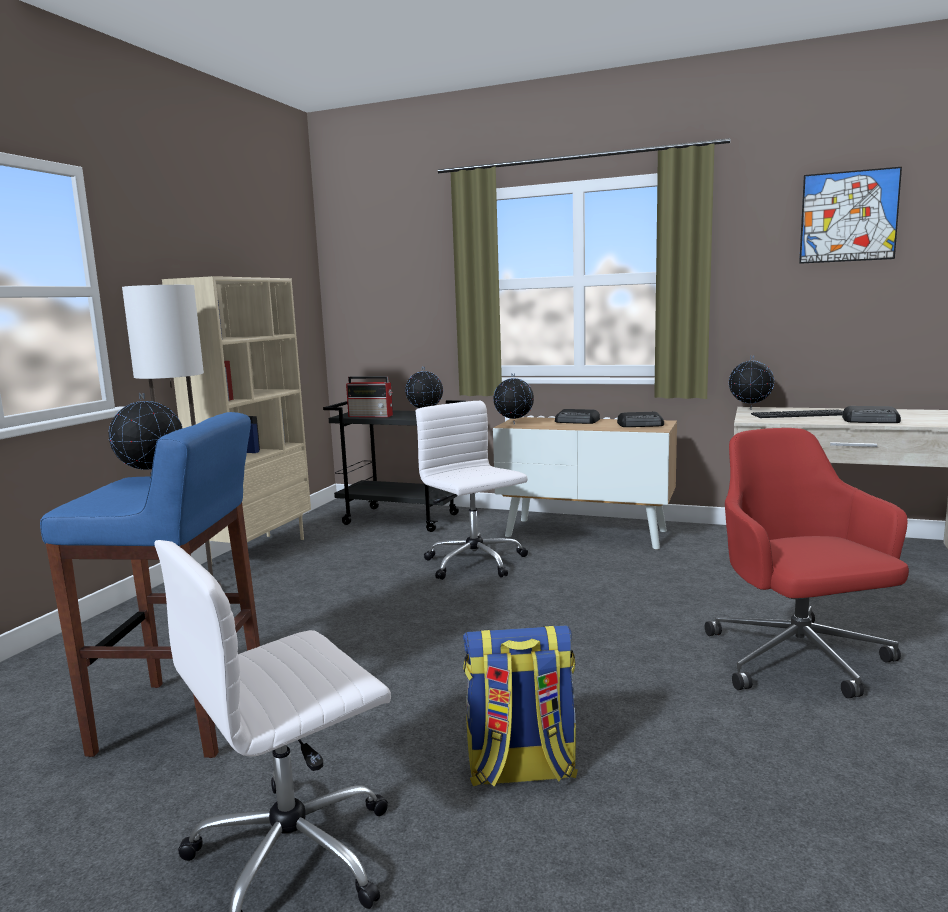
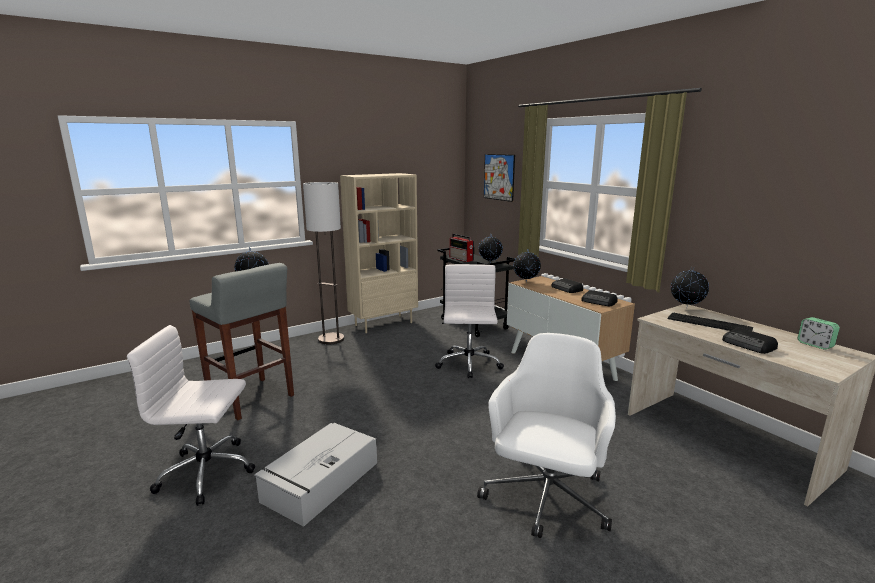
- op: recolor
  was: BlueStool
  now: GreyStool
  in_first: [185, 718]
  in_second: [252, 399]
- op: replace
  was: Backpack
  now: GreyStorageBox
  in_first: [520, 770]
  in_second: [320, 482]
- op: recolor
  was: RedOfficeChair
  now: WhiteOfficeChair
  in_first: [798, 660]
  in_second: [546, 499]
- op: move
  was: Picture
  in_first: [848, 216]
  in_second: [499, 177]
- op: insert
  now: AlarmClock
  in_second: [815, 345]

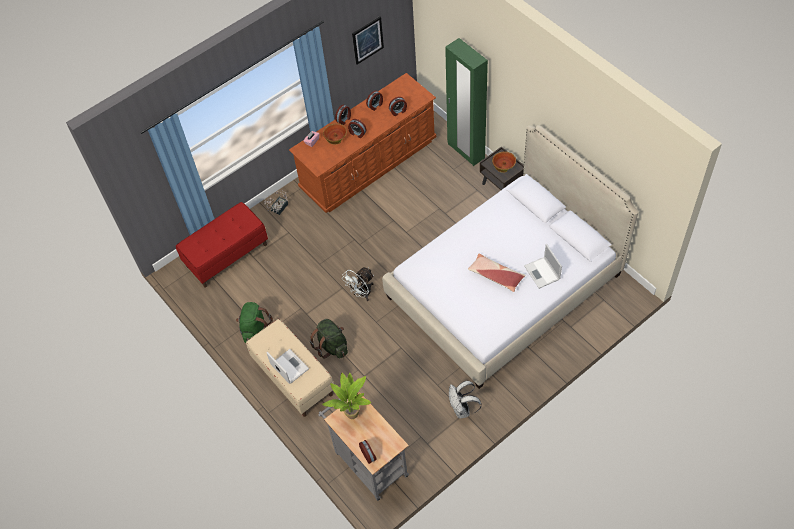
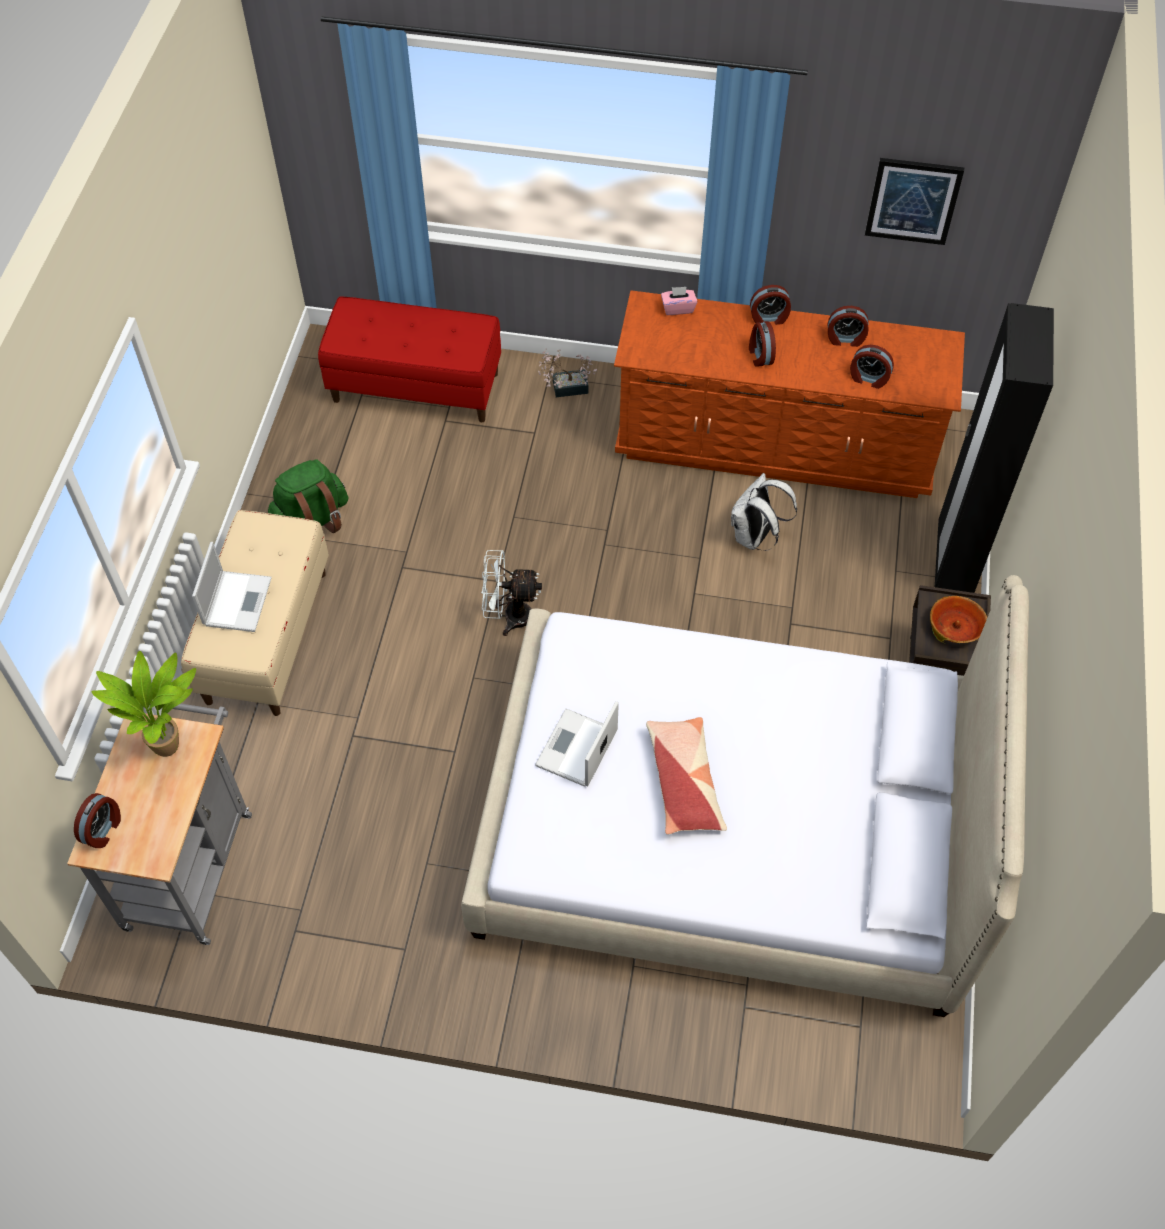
- op: delete
  was: GreenBackpack
  in_first: [332, 346]
- op: delete
  was: Bowl
  in_first: [335, 136]
- op: recolor
  was: GreenWardrobe
  now: BlackWardrobe
  in_first: [465, 151]
  in_second: [953, 562]
- op: move
  was: WhiteBackpack
  in_first: [462, 409]
  in_second: [755, 537]
- op: move
  was: Laptop
  in_first: [542, 273]
  in_second: [576, 750]

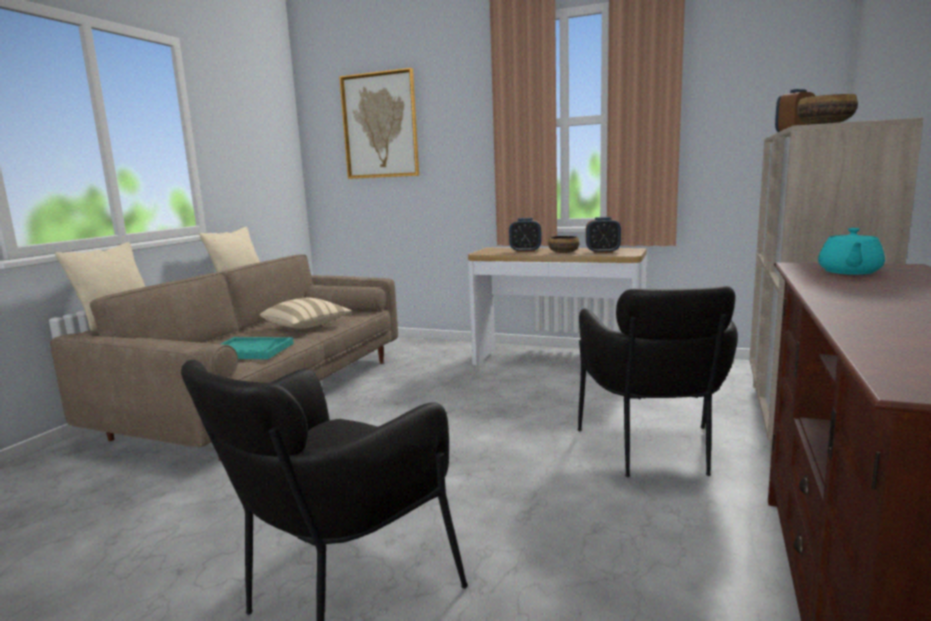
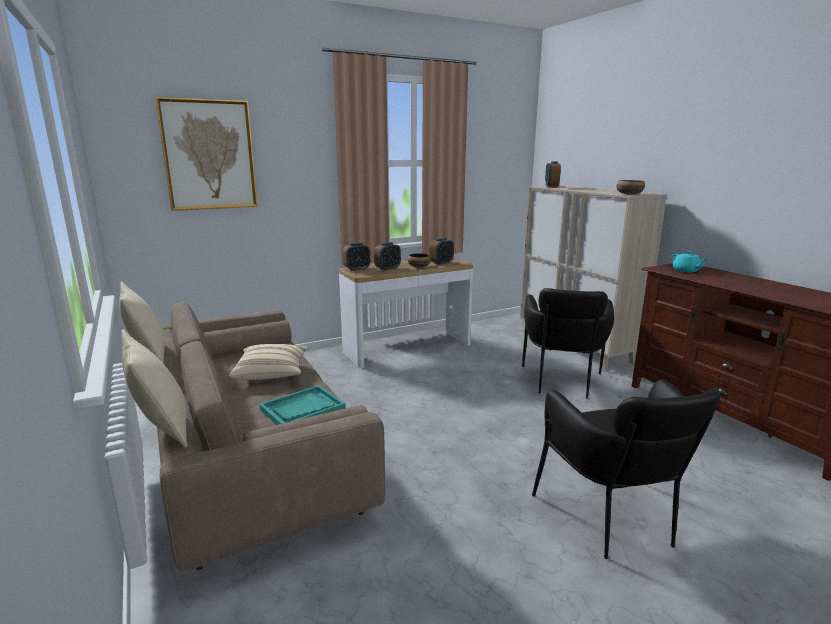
- op: rotate
  was: BlackArmchair
  in_first: [654, 453]
  in_second: [562, 383]
  clockwise: 60
- op: insert
  now: AlarmClock
  in_second: [357, 269]

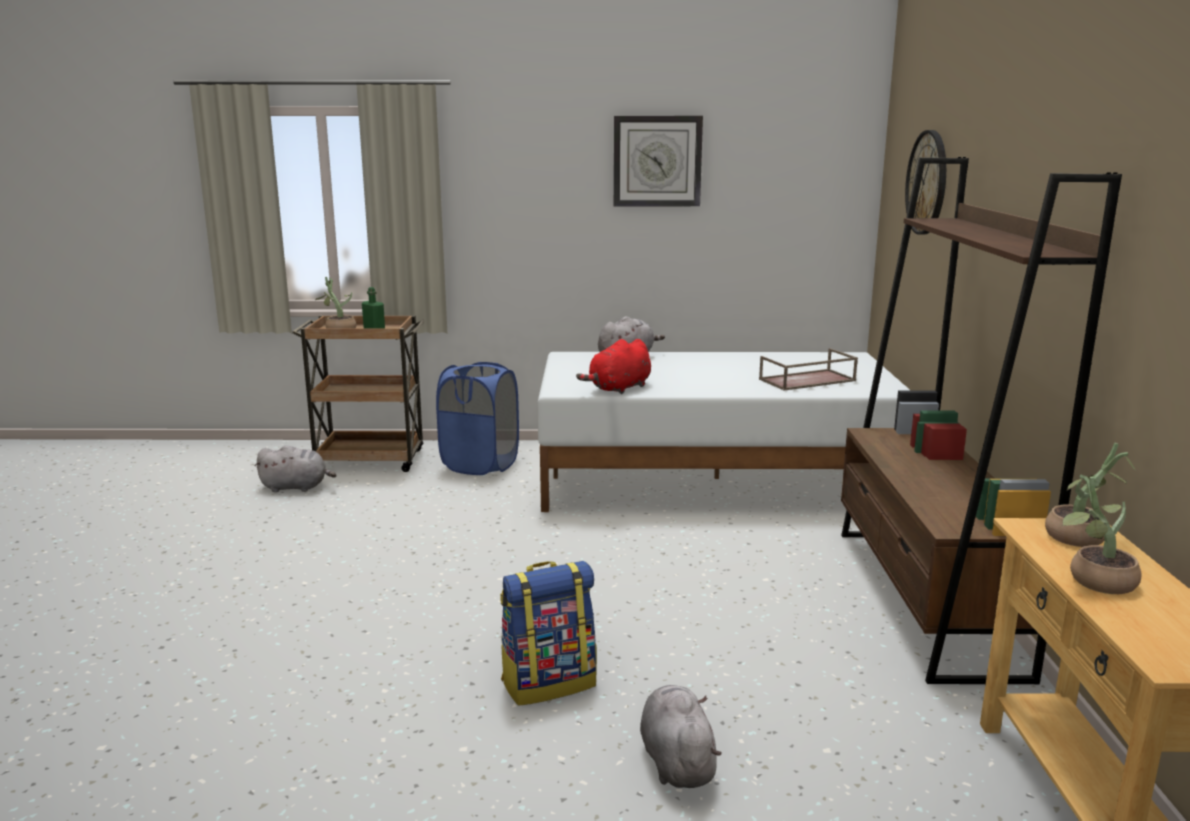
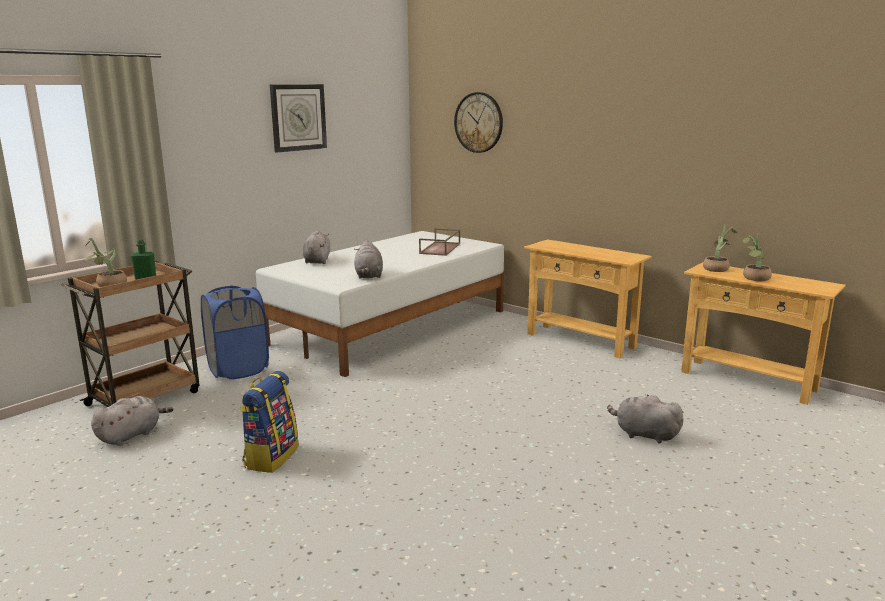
- op: move
  was: Backpack
  in_first: [549, 683]
  in_second: [271, 457]
- op: recolor
  was: RedPlushToy
  now: GreyPlushToy
  in_first: [618, 388]
  in_second: [369, 276]
- op: replace
  was: BrownBookcase
  now: BeigeConsoleTable
  in_first: [925, 599]
  in_second: [580, 340]

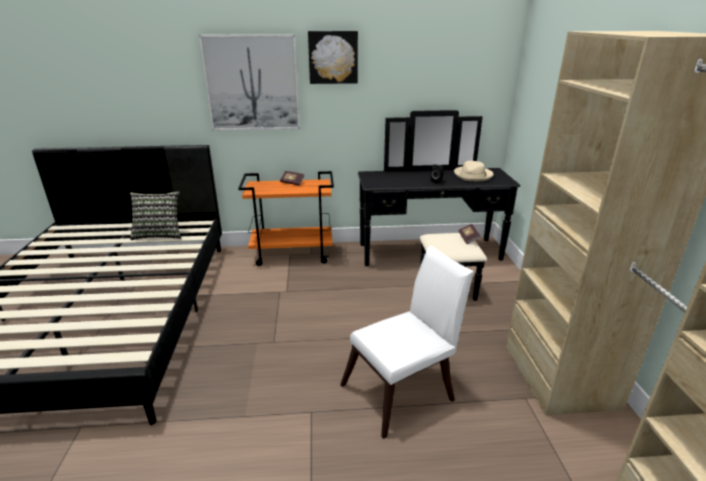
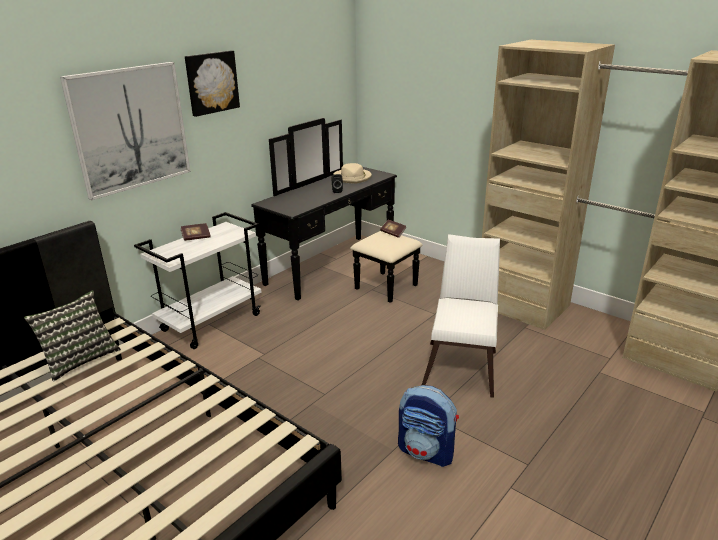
- op: recolor
  was: OrangeCart
  now: WhiteCart
  in_first: [293, 254]
  in_second: [212, 322]
- op: insert
  now: Backpack
  in_second: [427, 451]

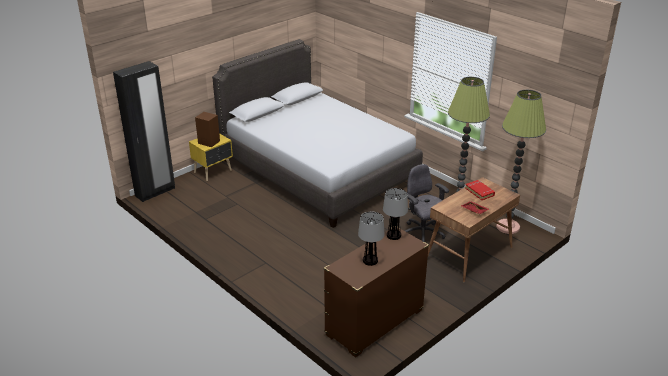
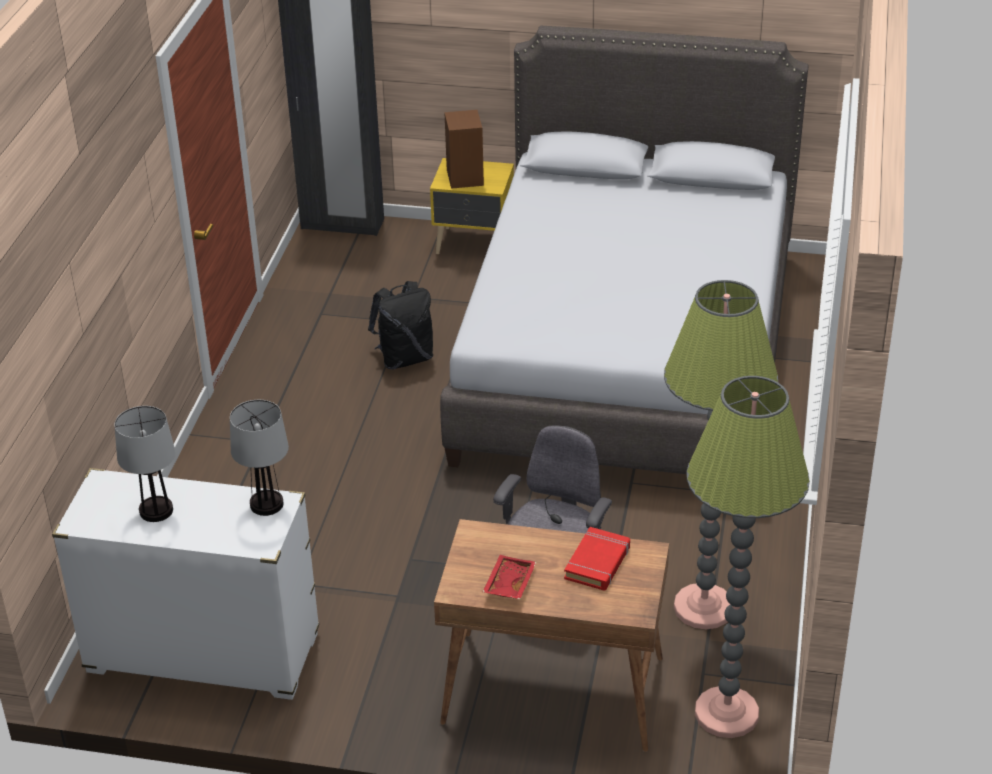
- op: recolor
  was: BrownDresser
  now: WhiteDresser
  in_first: [374, 323]
  in_second: [202, 654]
- op: insert
  now: BlackBackpack
  in_second: [405, 358]

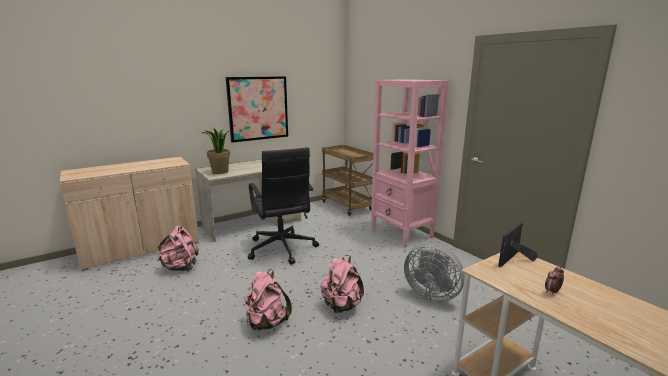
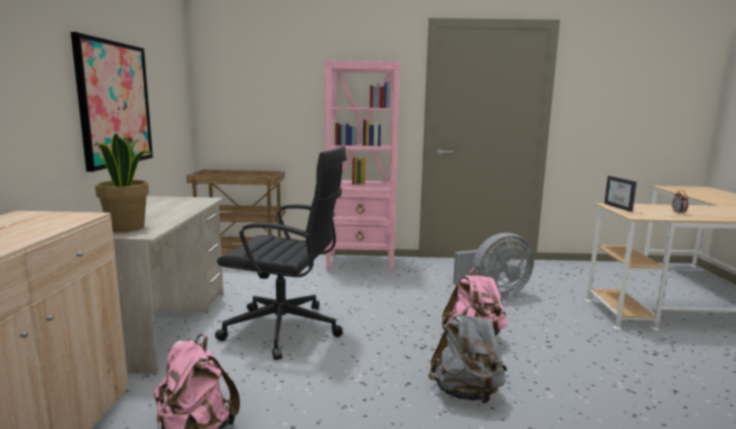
- op: recolor
  was: PinkBackpack
  now: GreyBackpack
  in_first: [267, 323]
  in_second: [466, 393]

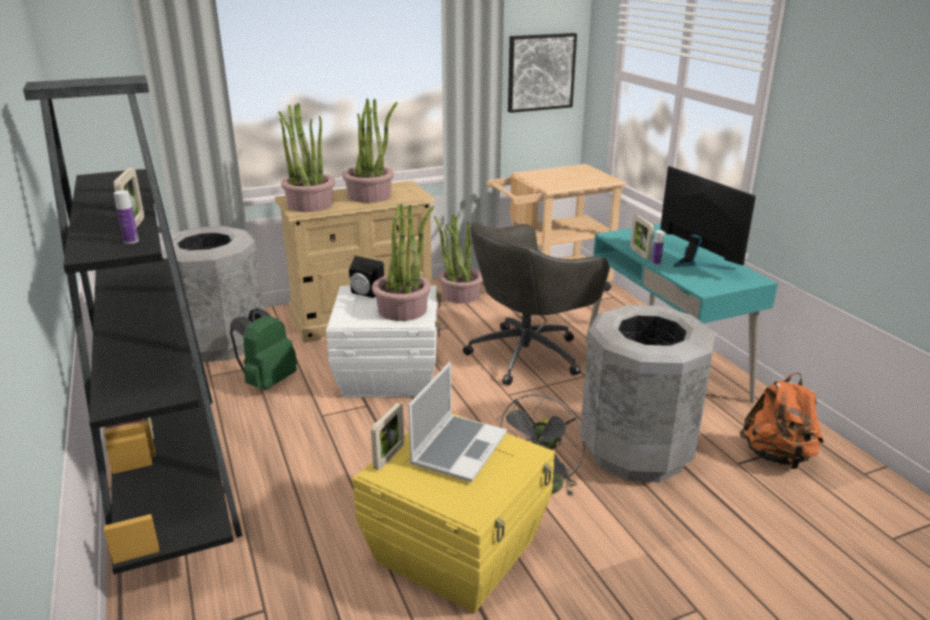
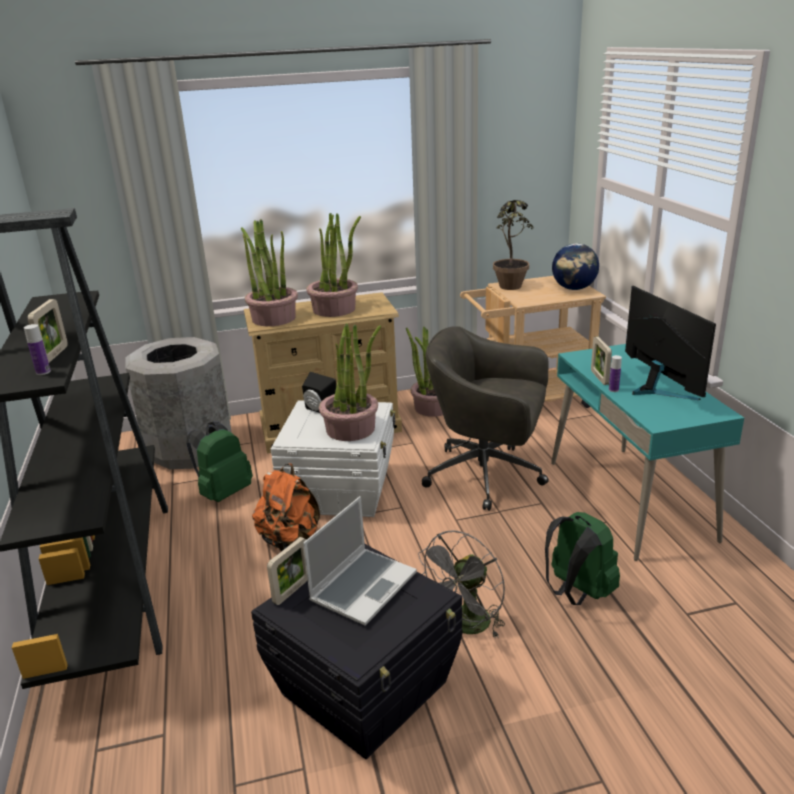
- op: recolor
  was: YellowStorageBox
  now: BlackStorageBox
  in_first: [458, 549]
  in_second: [366, 687]
- op: rotate
  was: GreyOfficeChair
  in_first: [528, 354]
  in_second: [487, 476]
  clockwise: 45
- op: delete
  was: Picture
  in_first: [540, 72]
- op: replace
  was: GreyTrashCan
  now: GreenBackpack
  in_first: [636, 452]
  in_second: [577, 592]
- op: move
  was: OrangeBackpack
  in_first: [777, 456]
  in_second: [289, 540]
- op: insert
  now: PottedPlant
  in_second: [510, 289]
- op: insert
  now: Globe
  in_second: [574, 289]

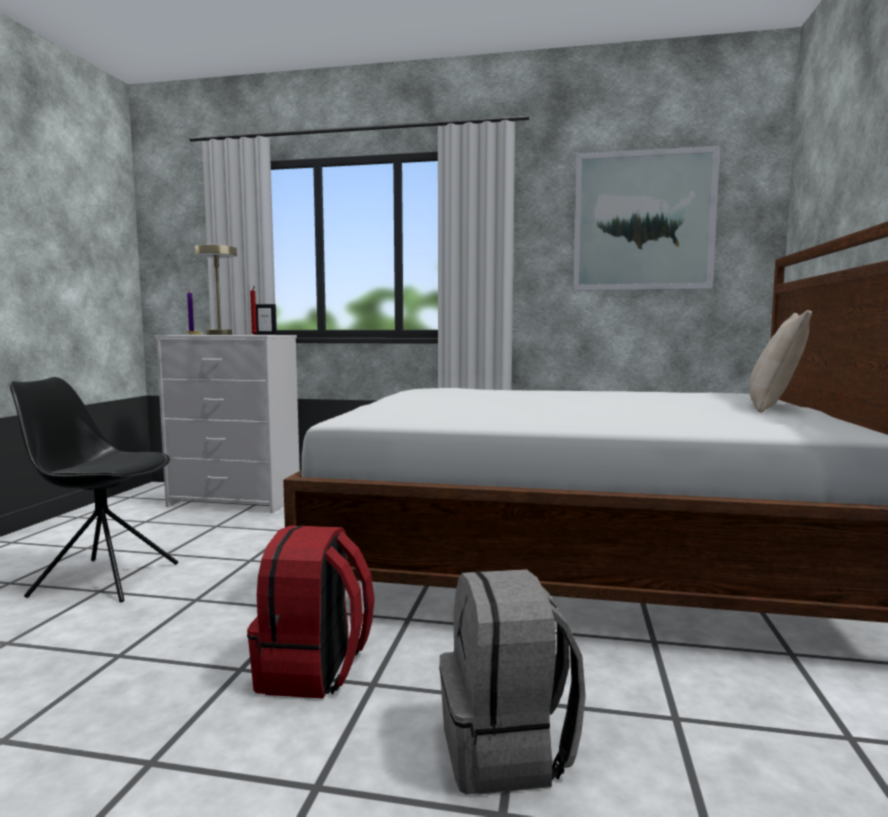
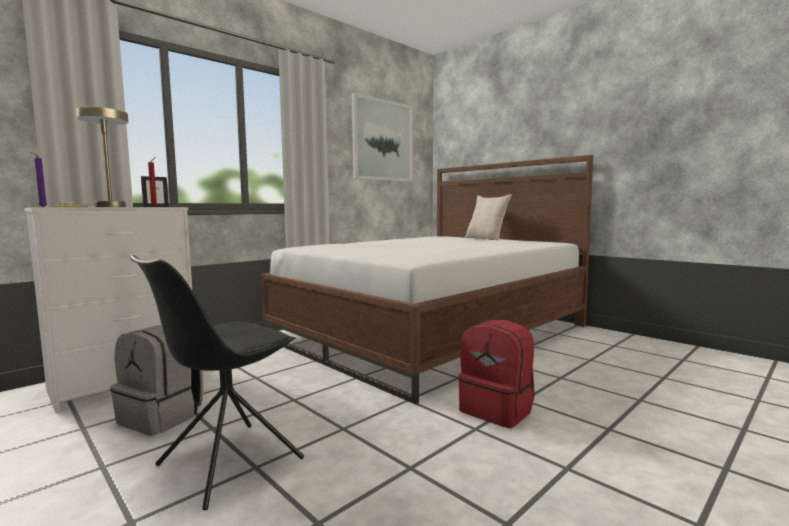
- op: move
  was: GreyBackpack
  in_first: [507, 751]
  in_second: [162, 417]

